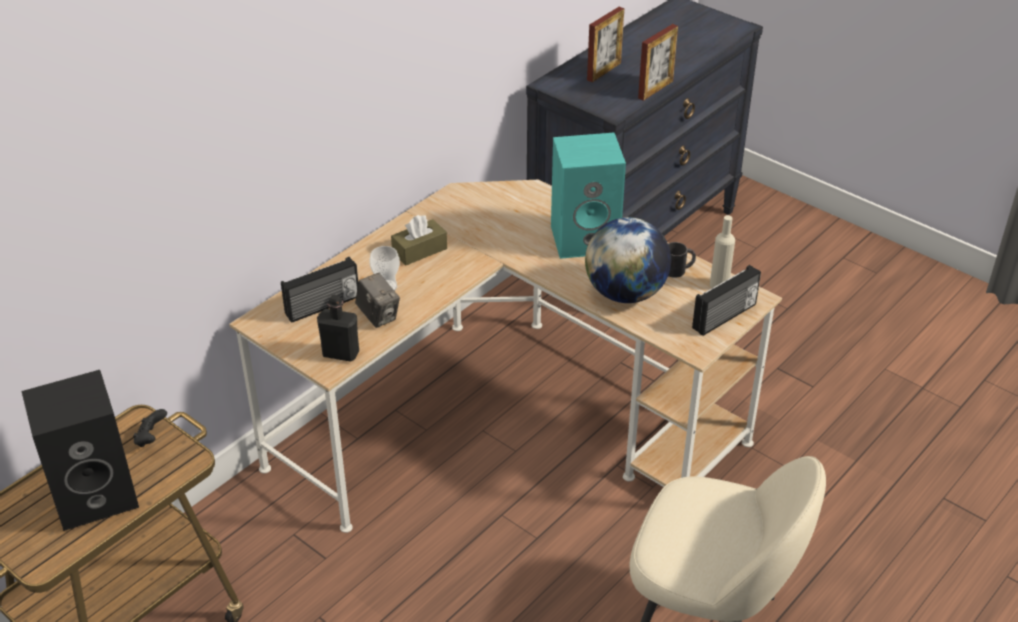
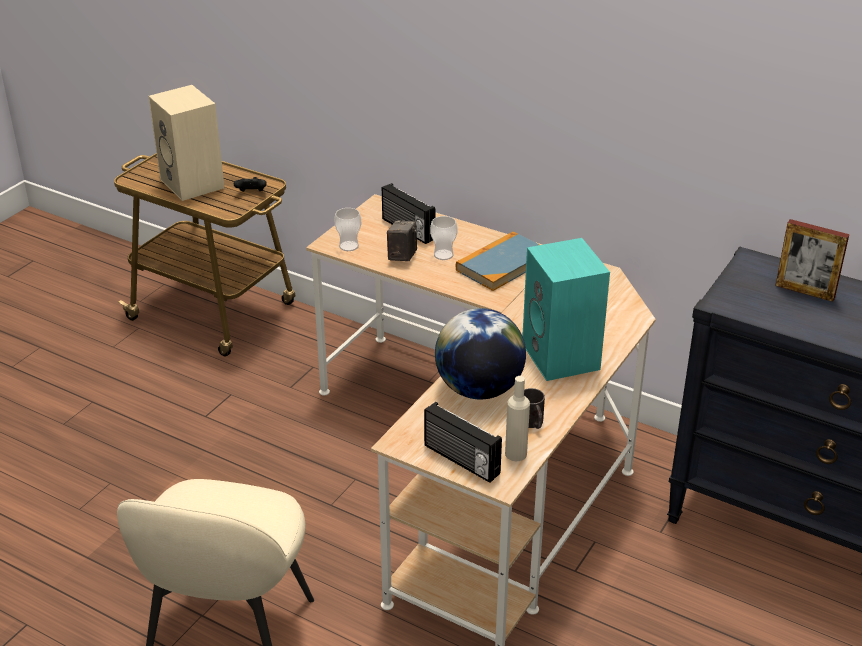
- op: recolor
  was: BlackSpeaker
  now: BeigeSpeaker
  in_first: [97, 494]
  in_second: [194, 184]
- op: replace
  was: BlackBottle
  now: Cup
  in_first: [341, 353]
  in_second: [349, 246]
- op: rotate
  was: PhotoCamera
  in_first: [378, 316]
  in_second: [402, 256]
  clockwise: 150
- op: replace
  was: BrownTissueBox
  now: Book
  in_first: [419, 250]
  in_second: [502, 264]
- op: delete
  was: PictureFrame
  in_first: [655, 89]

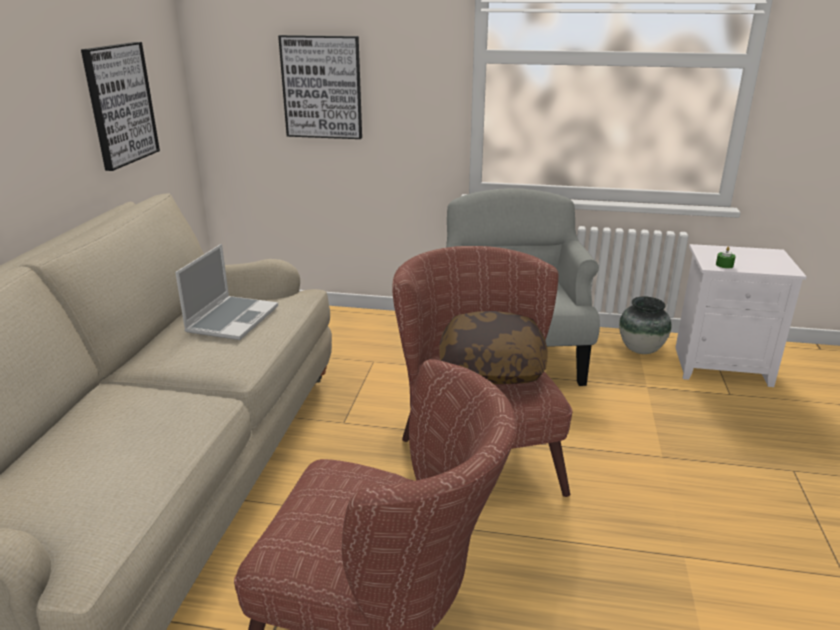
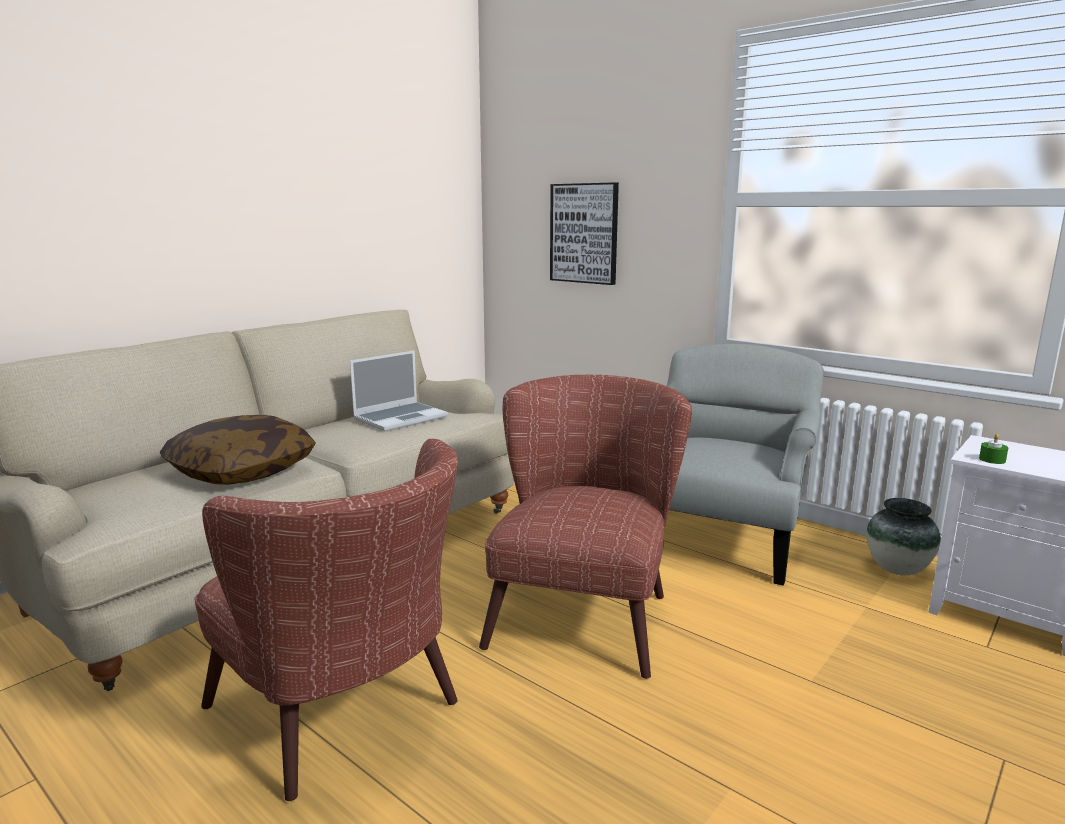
- op: delete
  was: Picture
  in_first: [120, 104]
- op: move
  was: Pillow
  in_first: [491, 366]
  in_second: [242, 471]

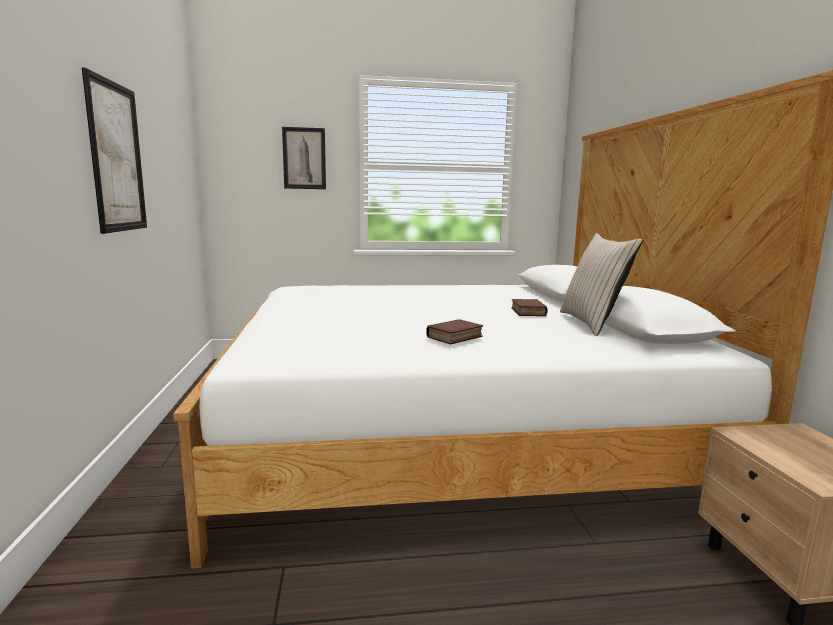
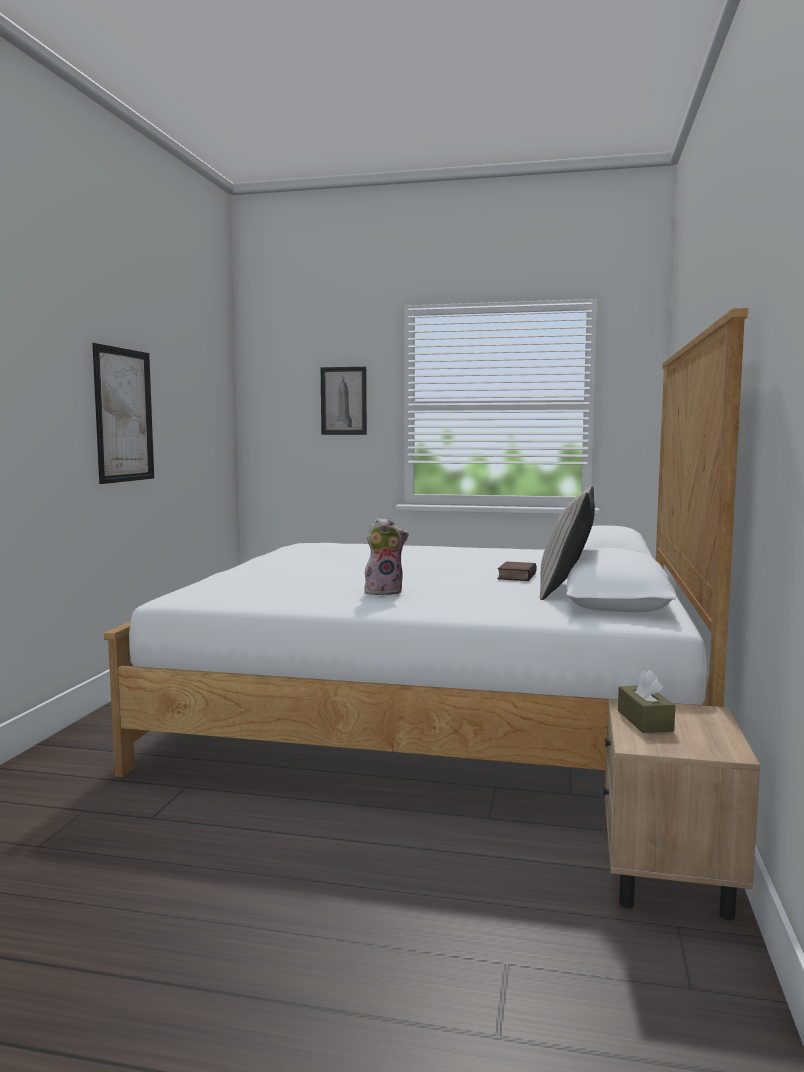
- op: replace
  was: Book
  now: PlushToy
  in_first: [455, 337]
  in_second: [384, 592]
- op: insert
  now: BrownTissueBox
  in_second: [644, 721]

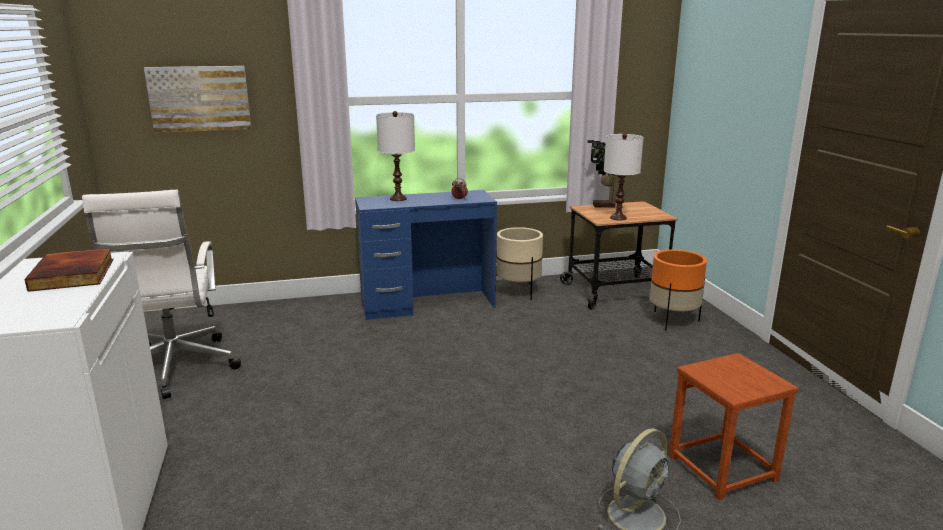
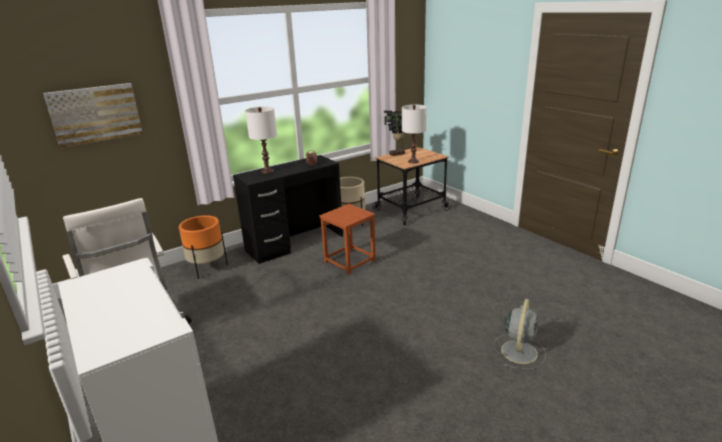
- op: delete
  was: Book
  in_first: [75, 274]
- op: recolor
  was: BlueDesk
  now: BlackDesk
  in_first: [427, 304]
  in_second: [295, 243]
- op: move
  was: OrangePlanter
  in_first: [673, 321]
  in_second: [207, 268]
- op: move
  was: BrownStool
  in_first: [722, 469]
  in_second: [350, 261]

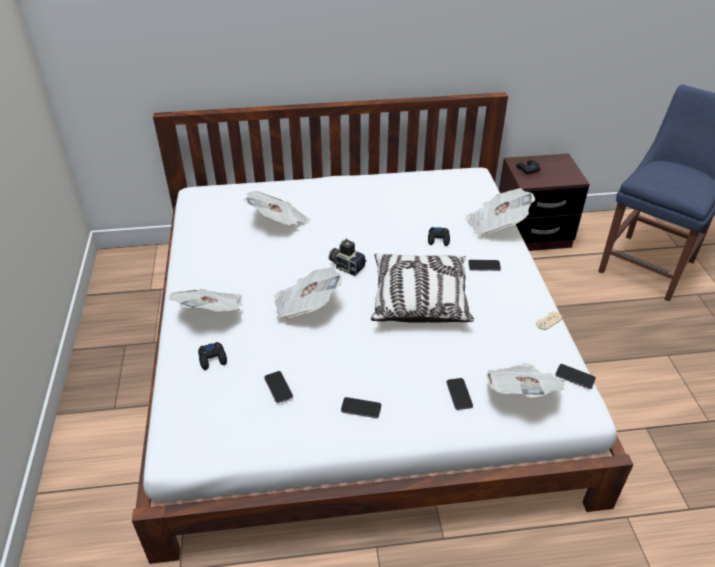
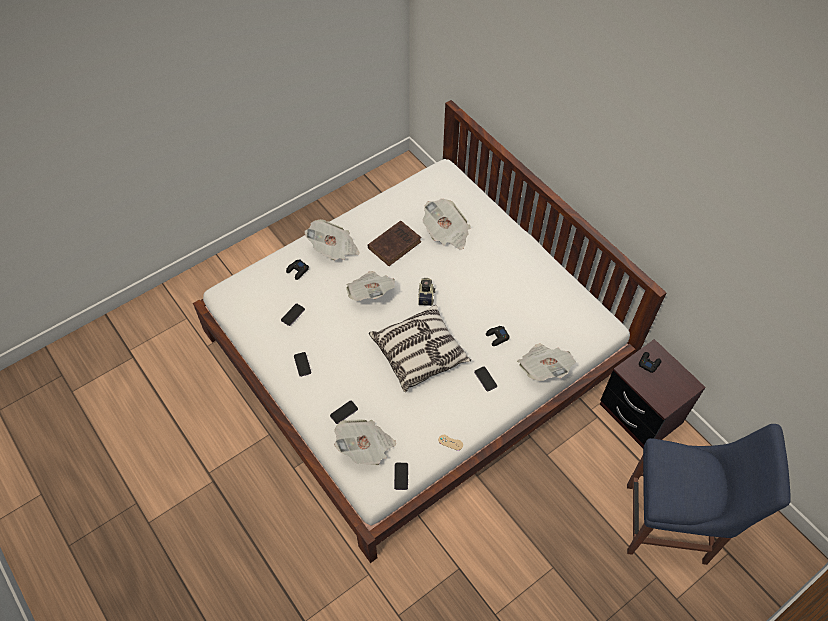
- op: insert
  now: BrownBook
  in_second: [395, 244]

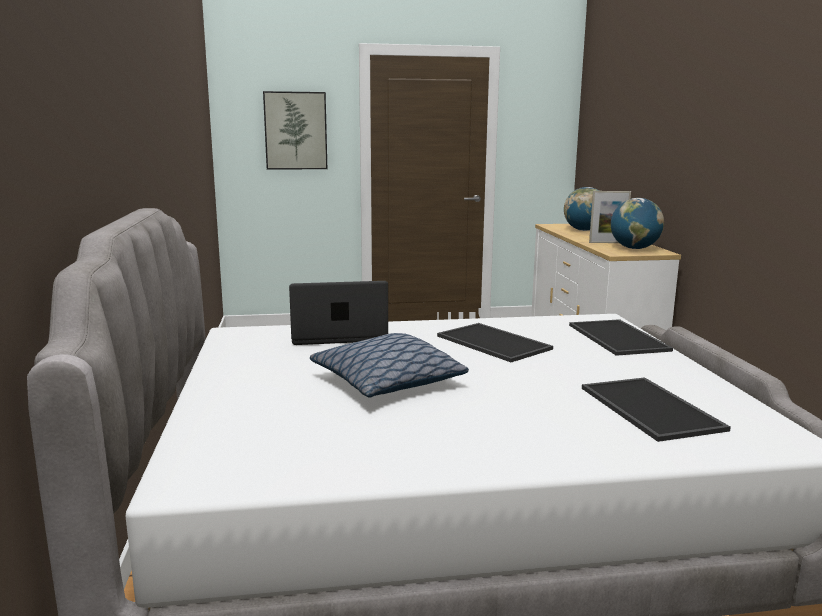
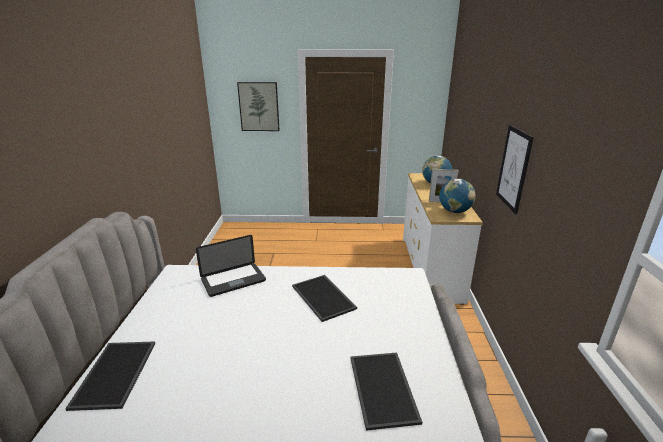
- op: rotate
  was: Laptop
  in_first: [338, 335]
  in_second: [233, 280]
  clockwise: 150
- op: delete
  was: Pillow
  in_first: [388, 382]
- op: move
  was: Tray
  in_first: [620, 338]
  in_second: [116, 374]
- op: insert
  now: Picture
  in_second: [513, 168]

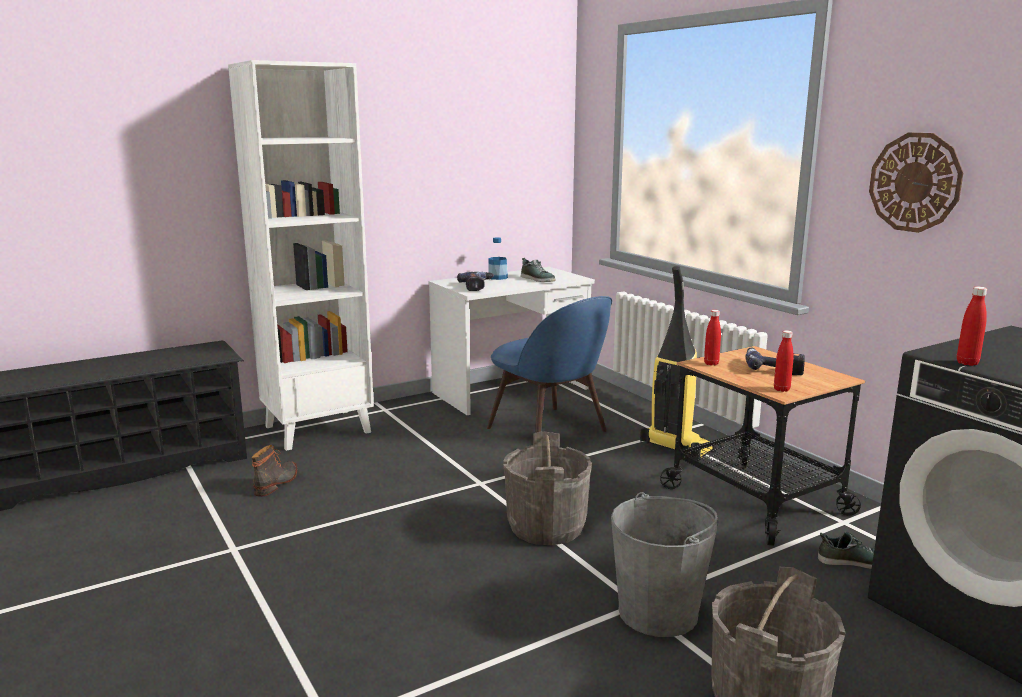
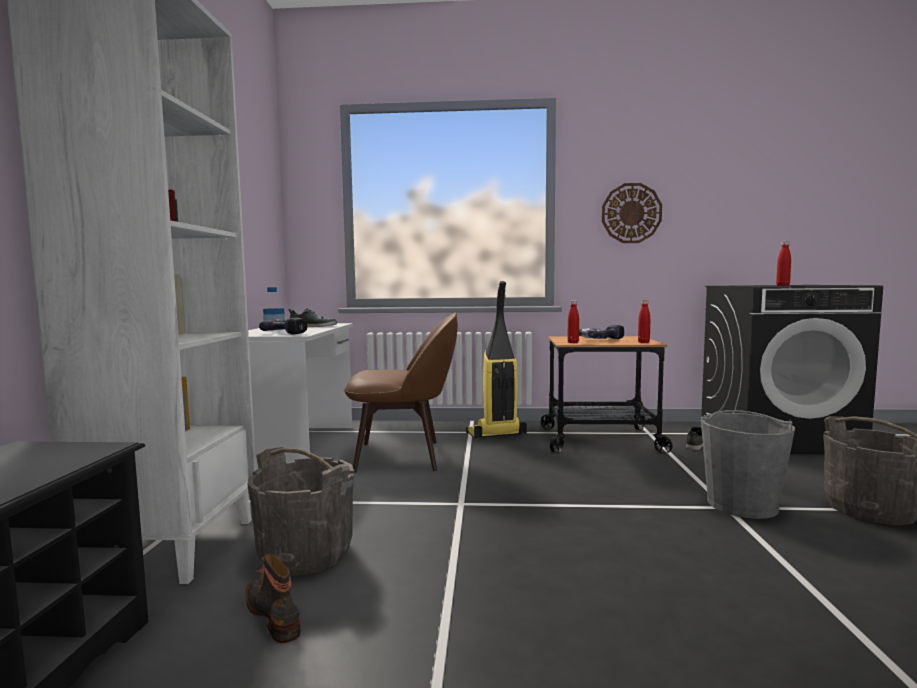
- op: recolor
  was: BlueChair
  now: BrownChair
  in_first: [549, 431]
  in_second: [403, 456]
- op: move
  was: GreyBucket
  in_first: [547, 527]
  in_second: [306, 553]

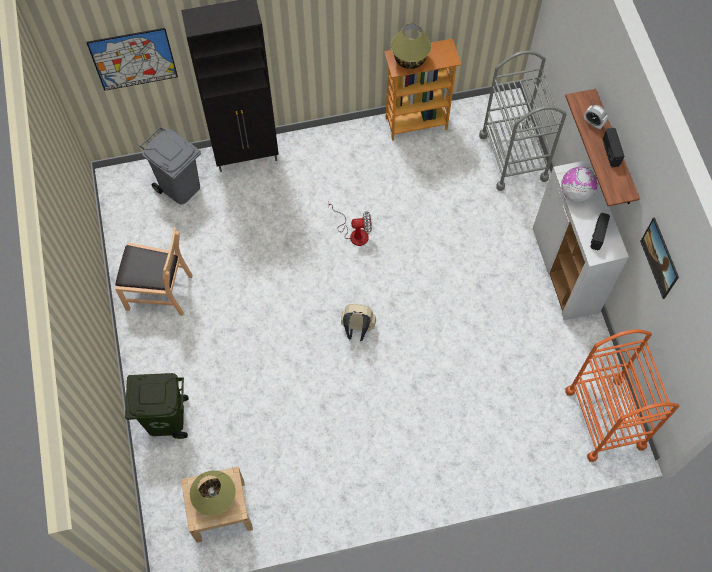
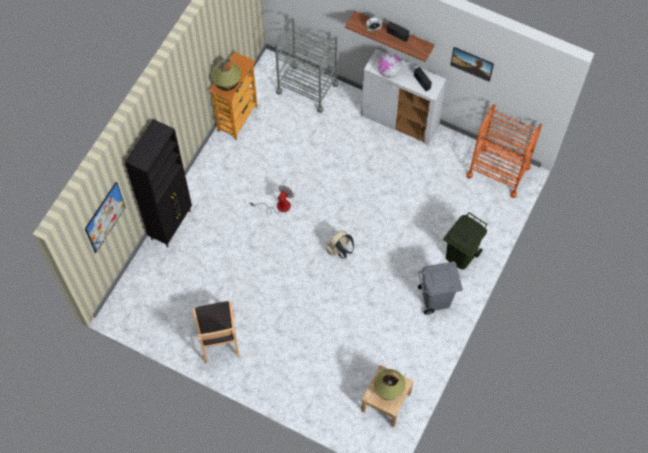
- op: rotate
  was: BrownChair
  in_first: [159, 291]
  in_second: [218, 339]
  clockwise: 120
- op: move
  was: GreenTrashCan
  in_first: [166, 418]
  in_second: [460, 255]
- op: move
  was: GreyTrashCan
  in_first: [180, 188]
  in_second: [436, 299]

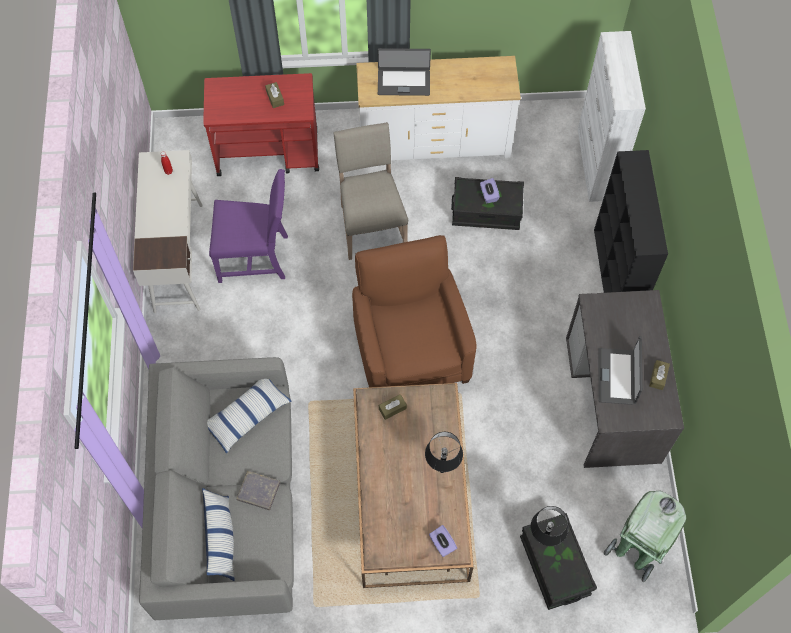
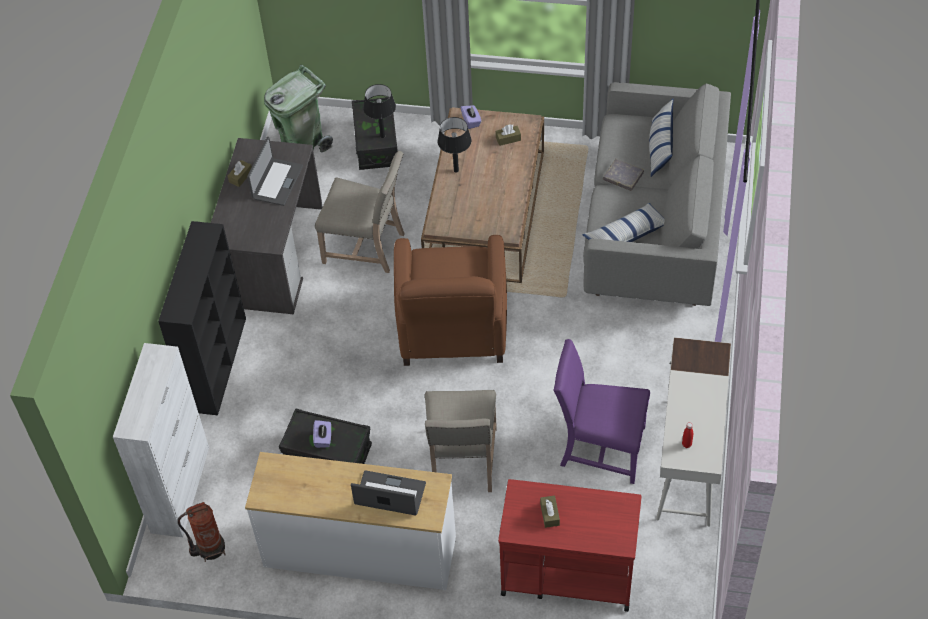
- op: move
  was: BrownTissueBox
  in_first: [392, 409]
  in_second: [508, 139]
- op: insert
  now: FireExtinguisher
  in_second: [209, 547]
- op: insert
  now: BeigeChair
  in_second: [366, 247]

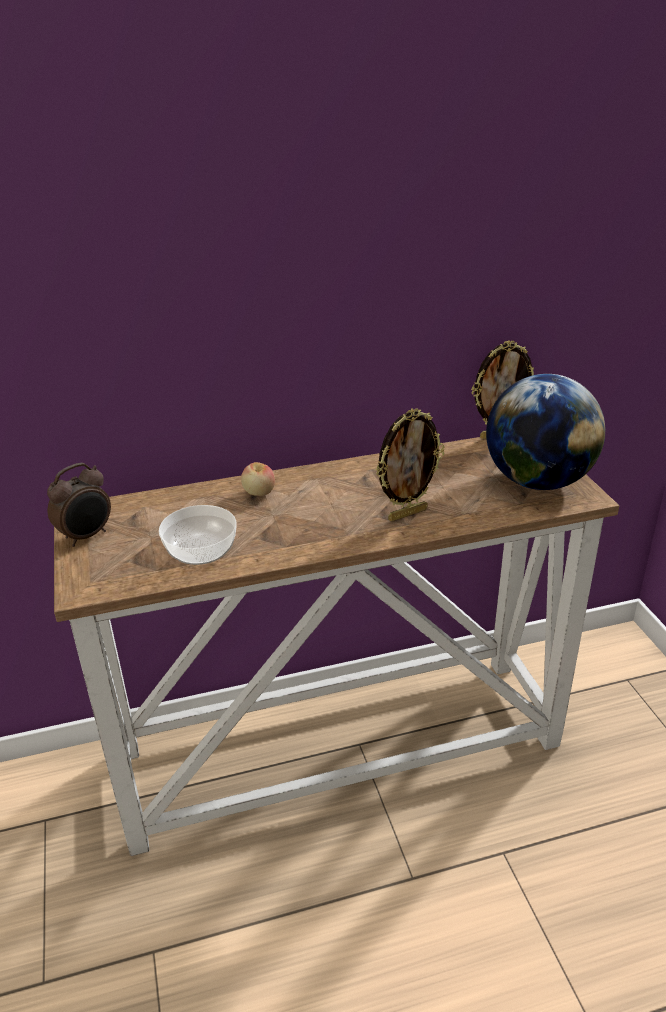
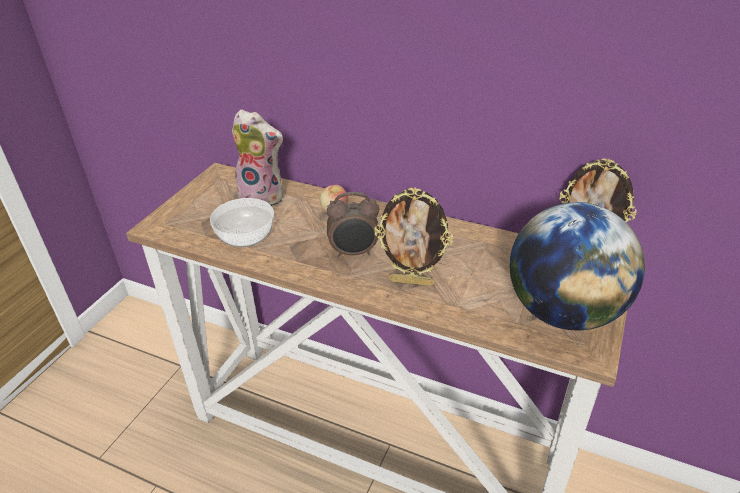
- op: move
  was: AlarmClock
  in_first: [87, 536]
  in_second: [354, 253]
- op: insert
  now: PlushToy
  in_second: [264, 196]

